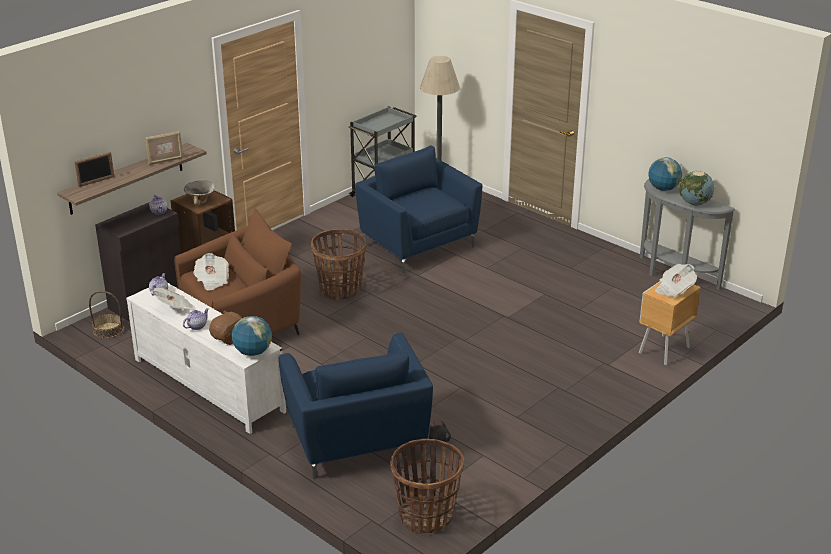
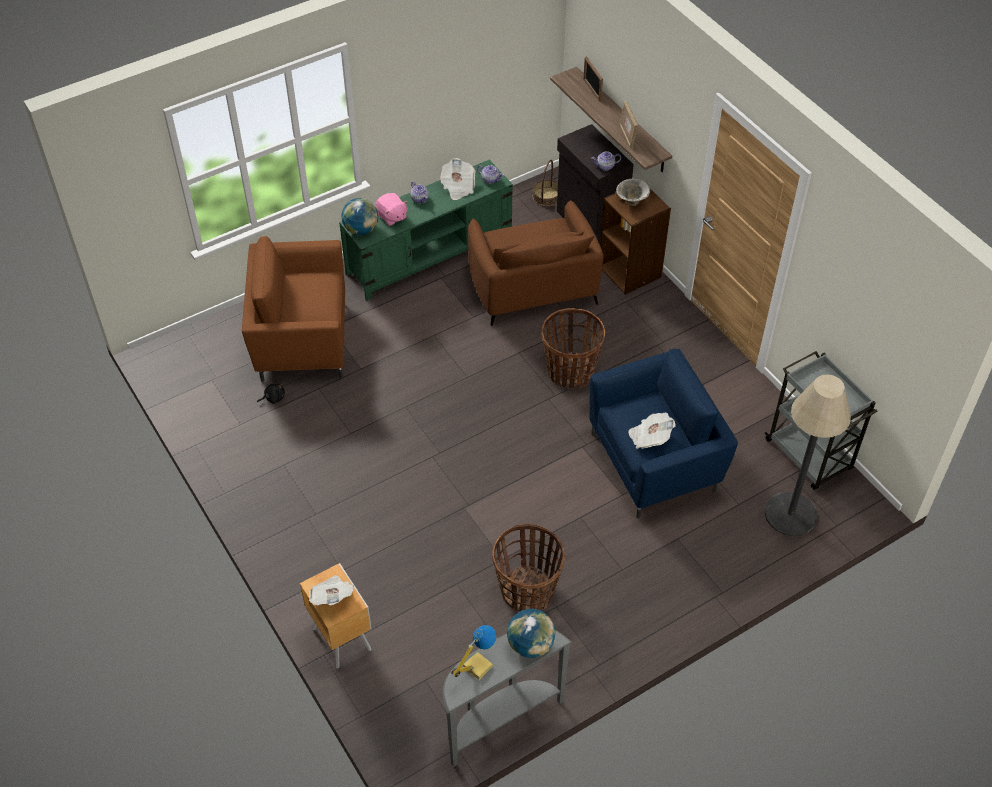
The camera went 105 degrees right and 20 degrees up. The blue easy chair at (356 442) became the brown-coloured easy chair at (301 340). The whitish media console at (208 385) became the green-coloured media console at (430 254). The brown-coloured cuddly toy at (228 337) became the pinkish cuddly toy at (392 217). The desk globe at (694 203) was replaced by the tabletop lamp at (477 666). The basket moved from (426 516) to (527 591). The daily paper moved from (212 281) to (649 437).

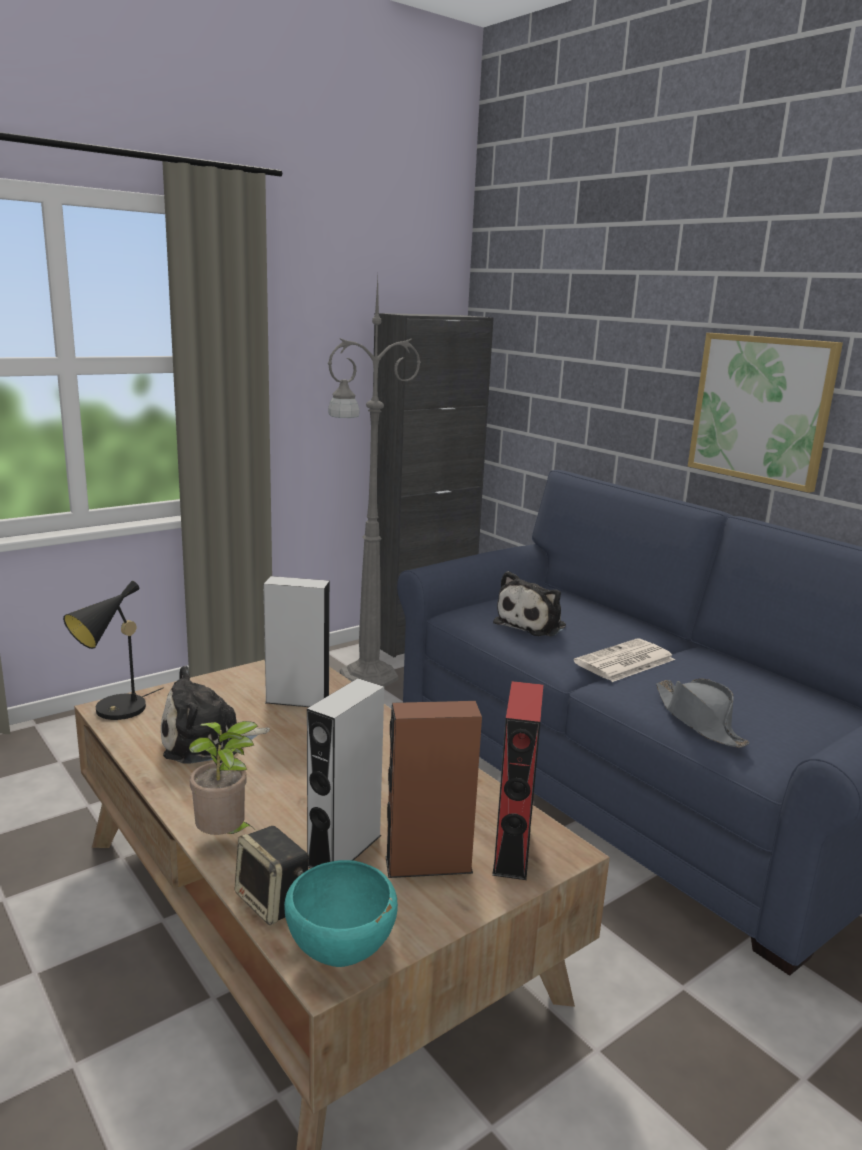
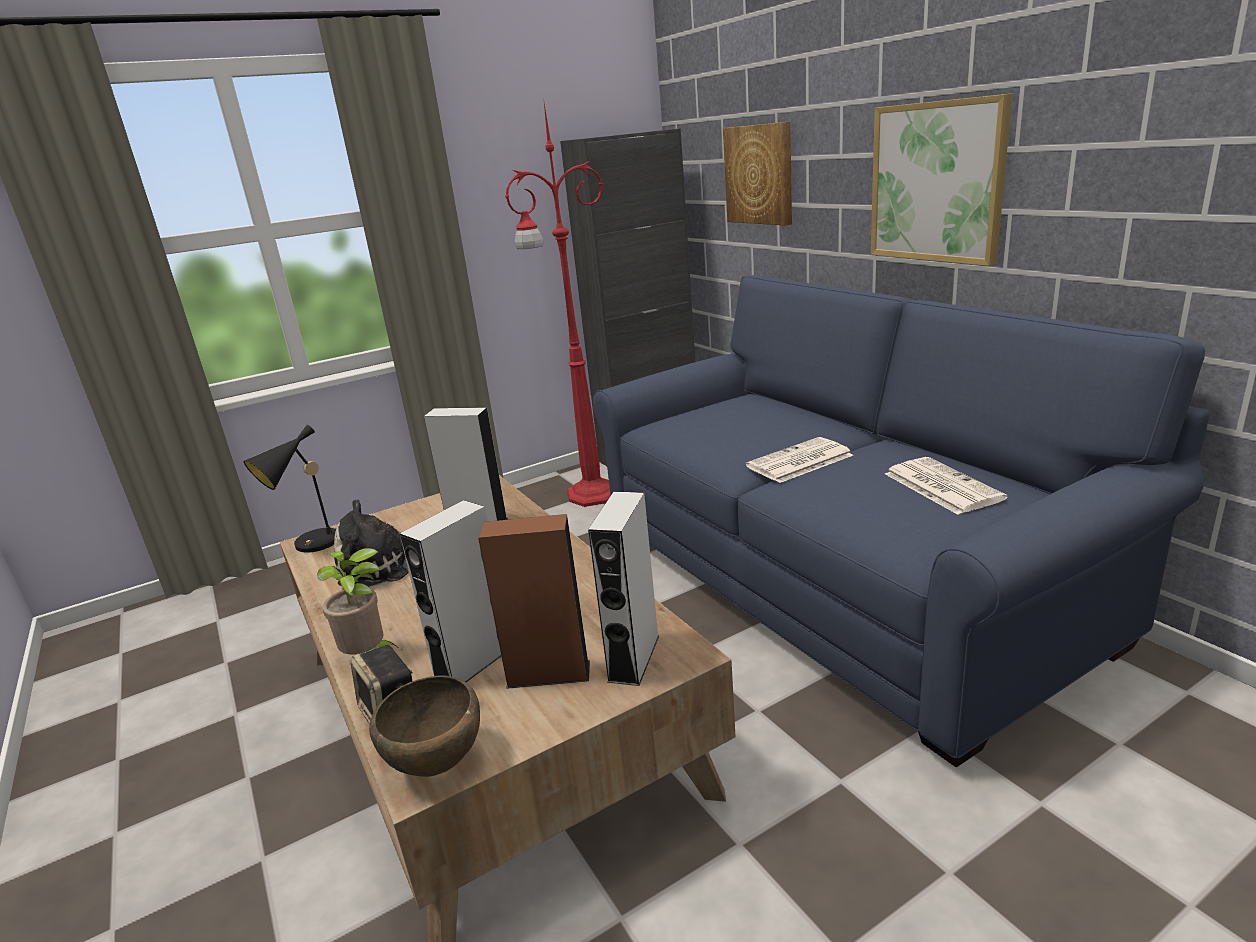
The camera went 10 degrees right and 5 degrees up. The turquoise bowl at (342 956) became the brown-coloured bowl at (438 765). The greyish standard lamp at (365 677) became the reddish standard lamp at (590 495). The reddish audio speaker at (512 851) became the greyish audio speaker at (634 658). The wall art at (760 174) appeared. The daily paper at (940 486) appeared. The cuddly toy at (533 624) disappeared. The greyish clothing hat at (699 721) disappeared.

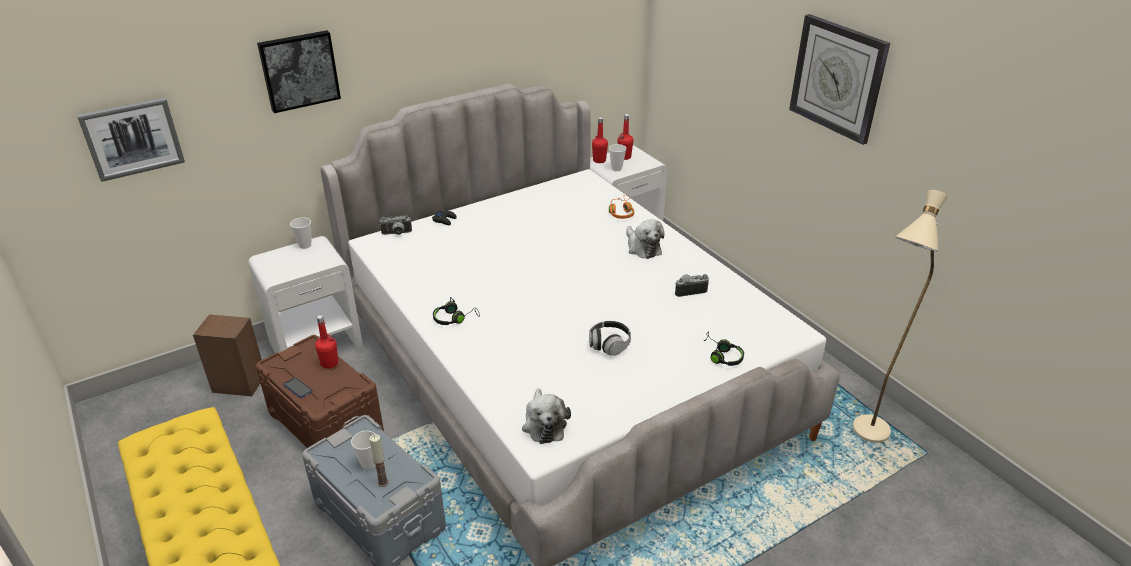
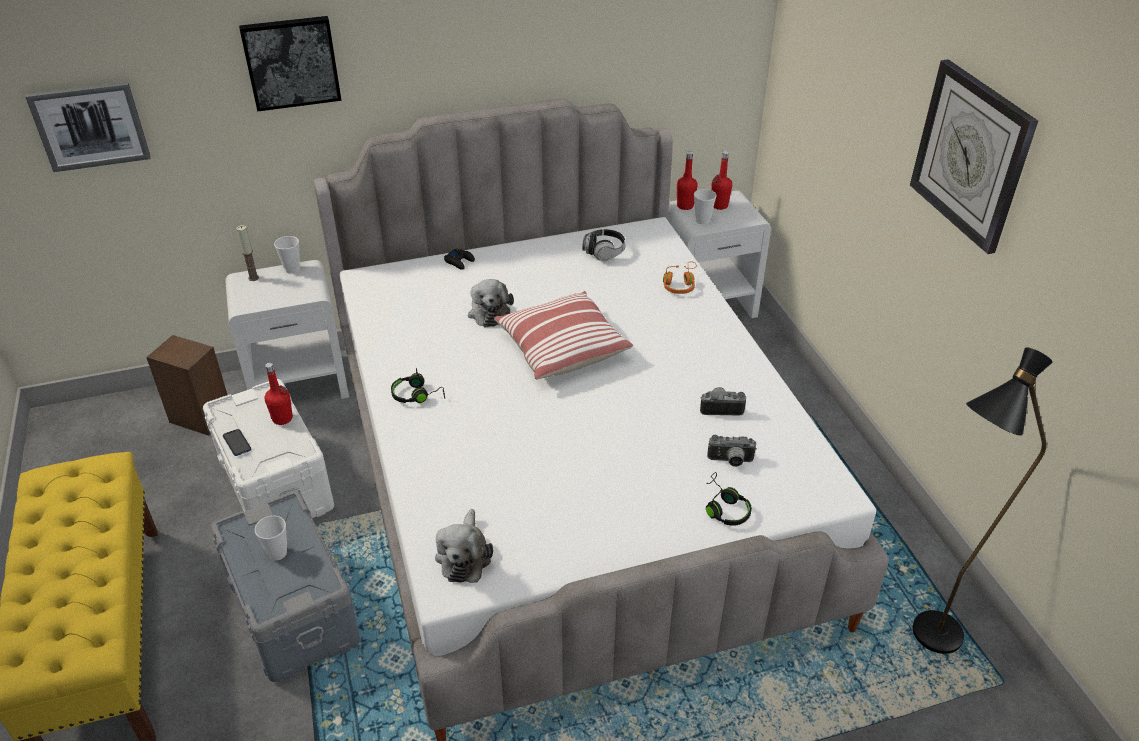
The camera went 15 degrees right and 5 degrees up. The brown-coloured storage bin at (324 422) became the whitish storage bin at (274 483). The wax light moved from (383 482) to (253 278). The cuddly toy moved from (642 247) to (489 311). The throw pillow at (561 348) appeared. The headset moved from (609 345) to (604 252). The photo camera moved from (397 234) to (730 462). The beige-coloured standard lamp at (866 438) became the black-coloured standard lamp at (926 644).

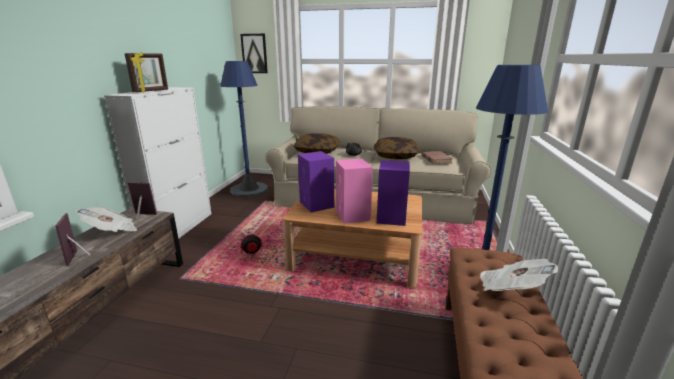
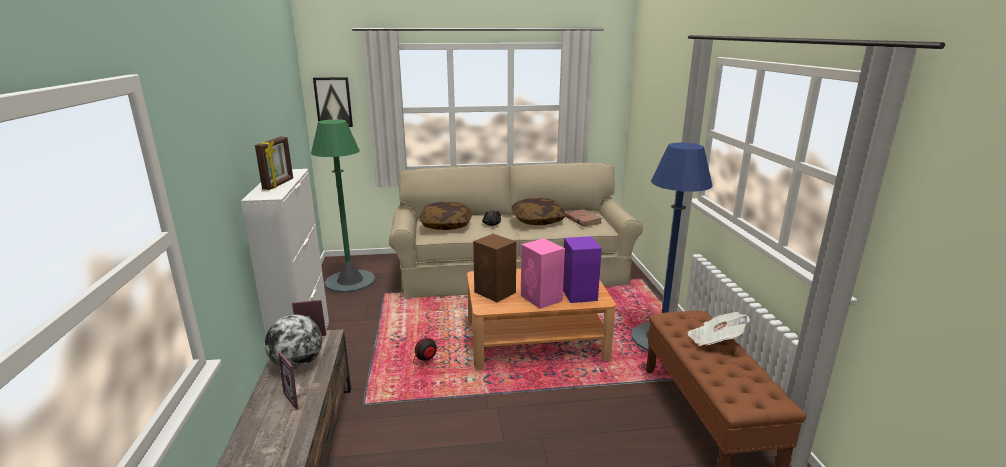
The camera went 20 degrees left and 0 degrees up. The daily paper at (112 231) was replaced by the desk globe at (297 364). The blue standard lamp at (249 189) became the green-coloured standard lamp at (350 282). The purple-coloured audio speaker at (317 205) became the brown-coloured audio speaker at (495 292).

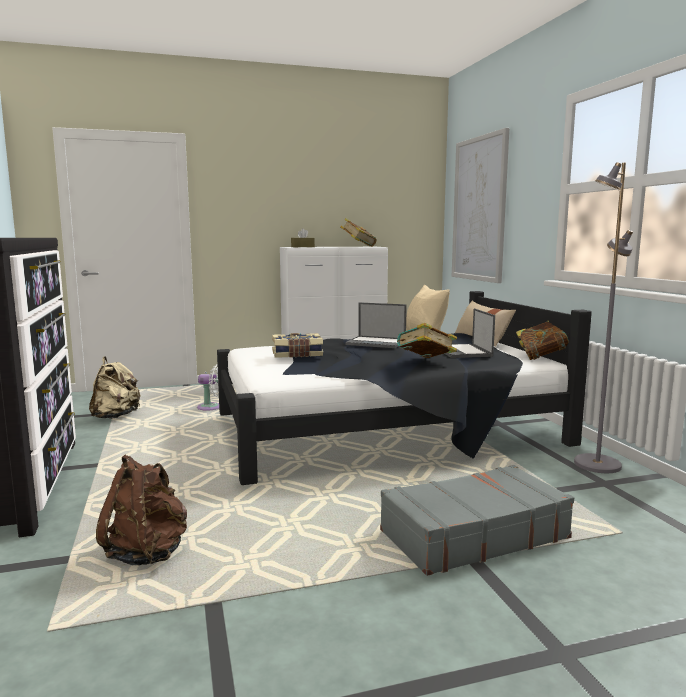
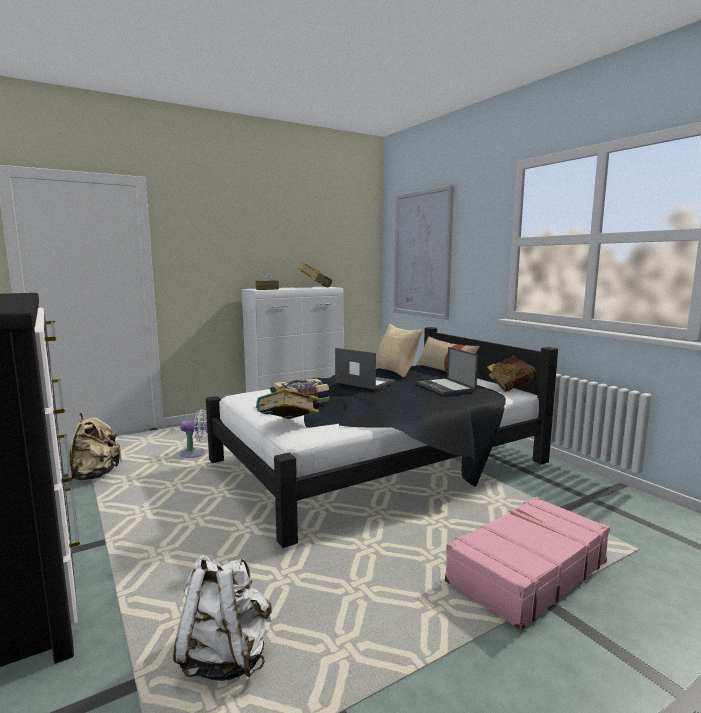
The camera went 15 degrees left and 0 degrees up. The brown-coloured rucksack at (147 553) became the whitish rucksack at (226 657). The volume moved from (425 362) to (287 425). The laptop at (377 343) turned 150 degrees counterclockwise. The greyish suitcase at (472 534) became the pinkish suitcase at (526 571). The greyish standard lamp at (596 464) disappeared.

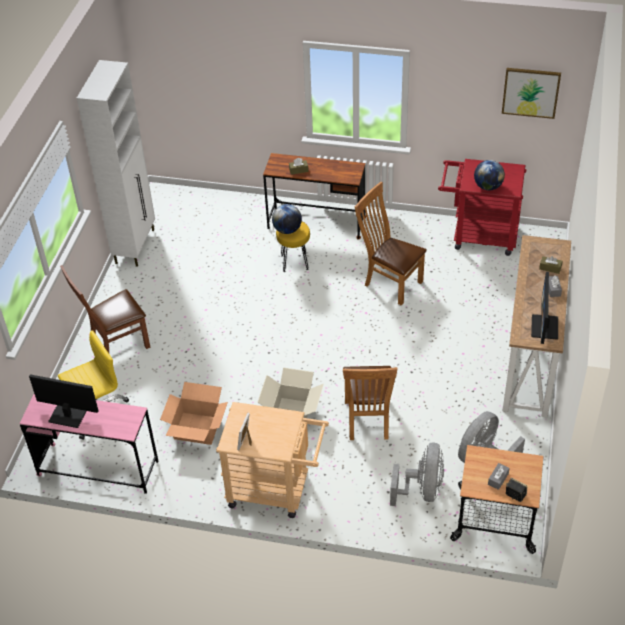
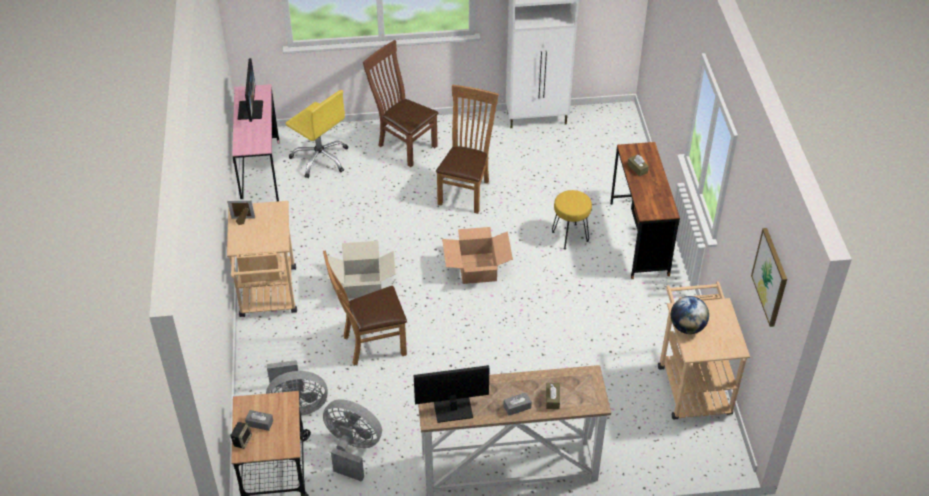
The camera went 70 degrees right and 0 degrees up. The brown-coloured upright chair moved from (390 283) to (466 191). The cardboard box moved from (197 429) to (477 268). The reddish trolley at (478 236) became the beige-coloured trolley at (692 383). The desk globe at (287 230) disappeared.

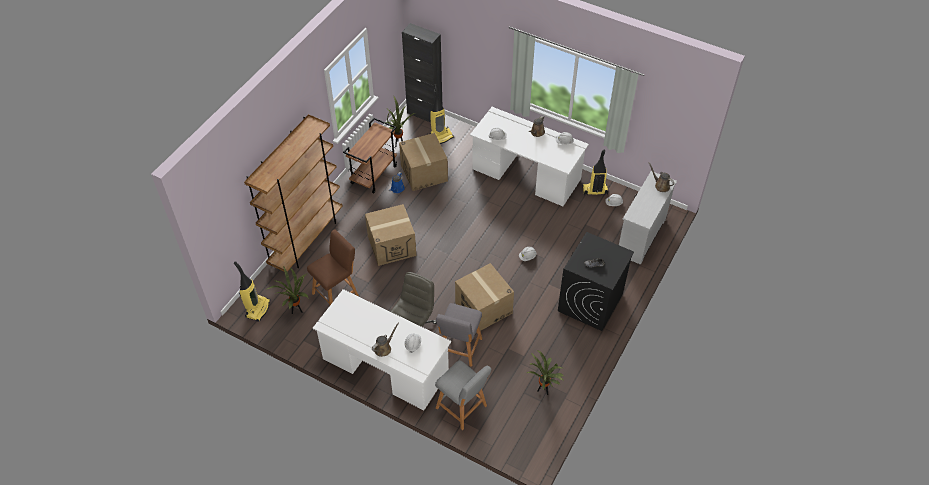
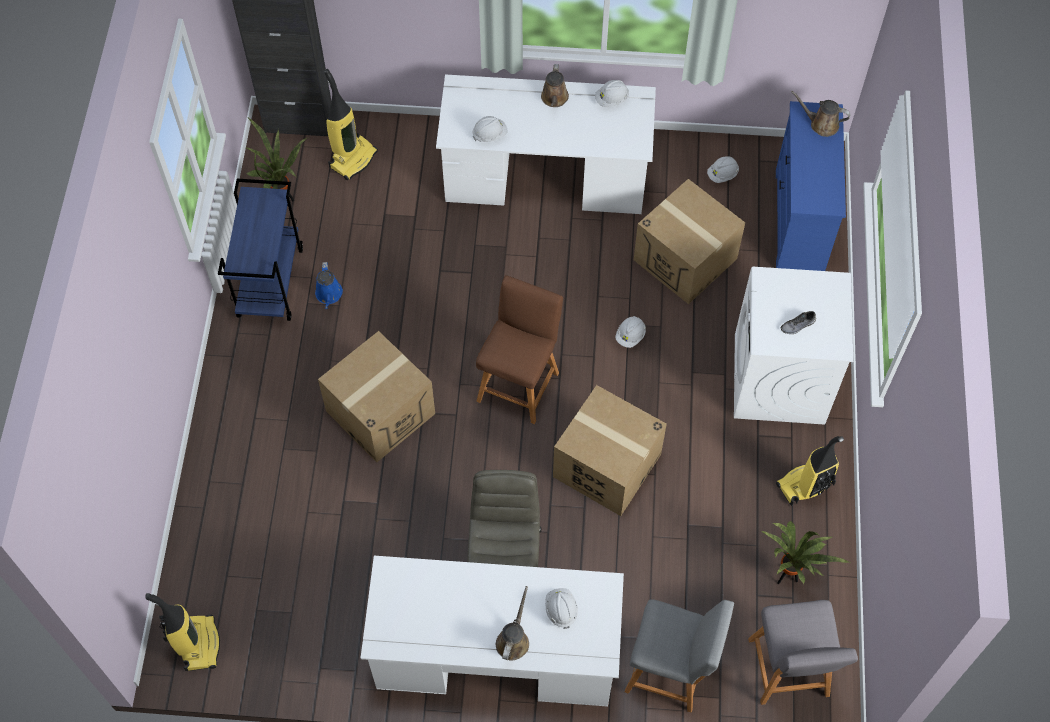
The camera went 25 degrees left and 10 degrees up. The brown-coloured trolley at (374 174) became the blue trolley at (270 281). The brown-coloured stool moved from (337 293) to (519 383). The cardboard box moved from (424 173) to (685 259). The black-coloured washing machine at (590 303) became the whitish washing machine at (779 379). The greyish stool moved from (459 349) to (789 672). The whitish drawer chest at (641 237) became the blue drawer chest at (799 221). The vacuum cleaner moved from (594 191) to (805 486). The brown-coloured bookcase at (306 240) disappeared. The plant in a pot at (296 310) disappeared.

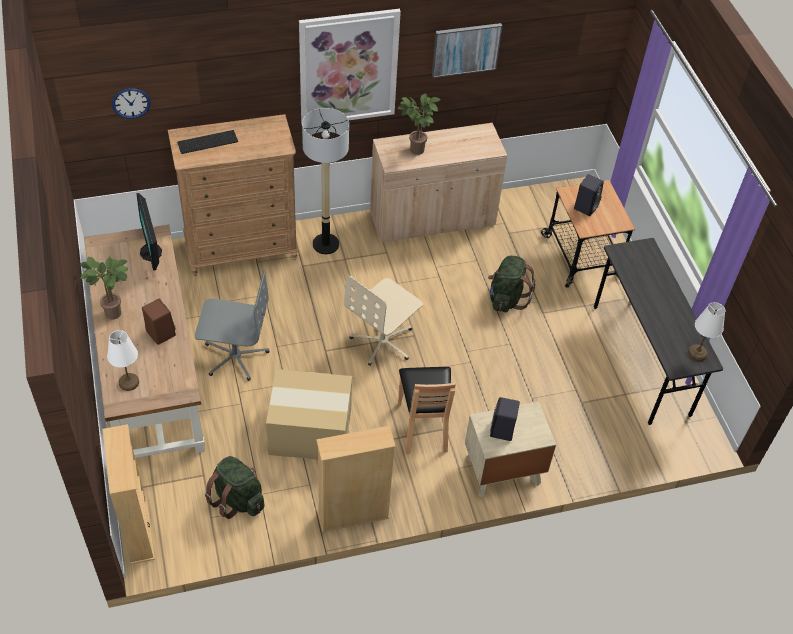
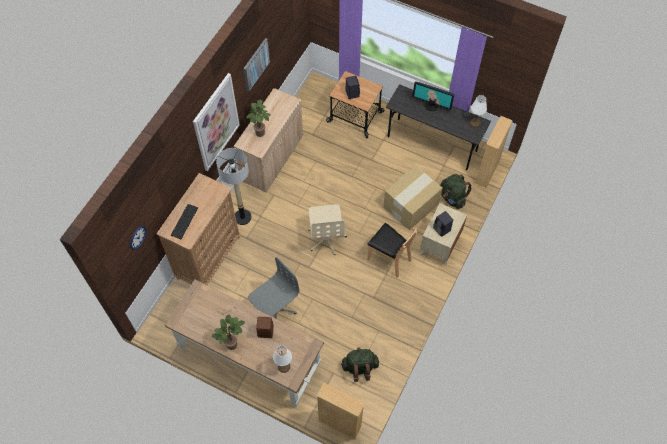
The camera went 45 degrees left and 10 degrees up. The cardboard box moved from (309 430) to (410 206). The computer screen moved from (151 252) to (431 106). The green-coloured rucksack moved from (506 298) to (452 198). The beige-coloured bookcase moved from (353 515) to (487 173).

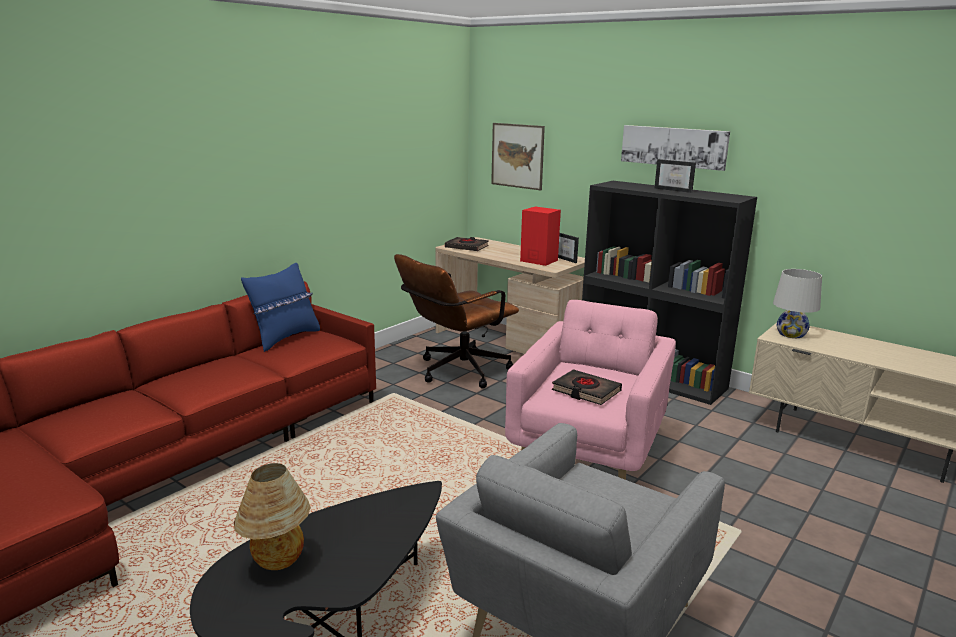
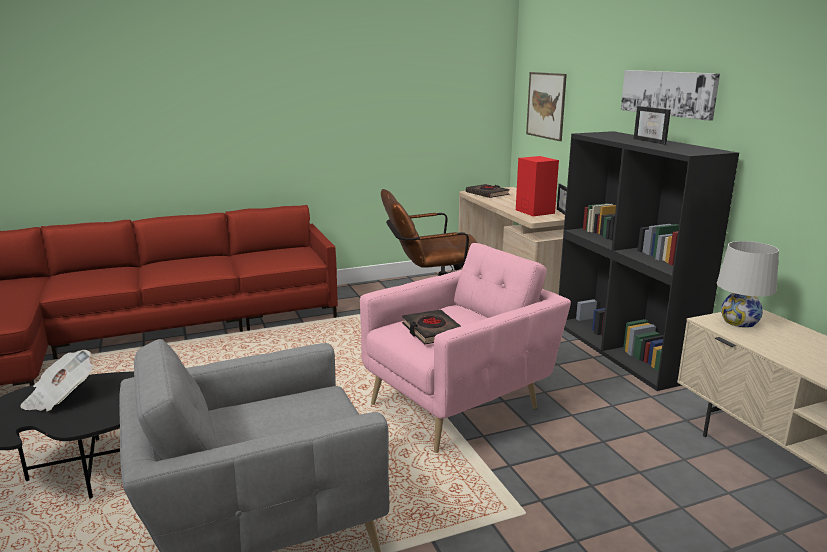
The camera went 30 degrees right and 0 degrees up. The tabletop lamp at (277 565) was replaced by the daily paper at (60 397). The blue throw pillow at (285 338) disappeared.

